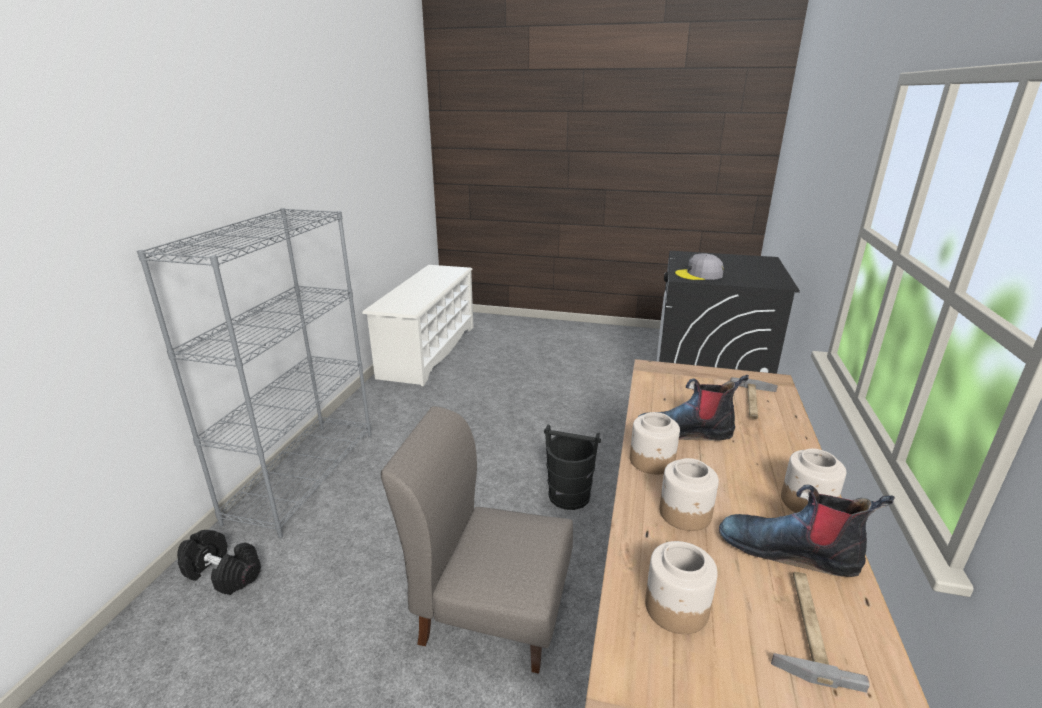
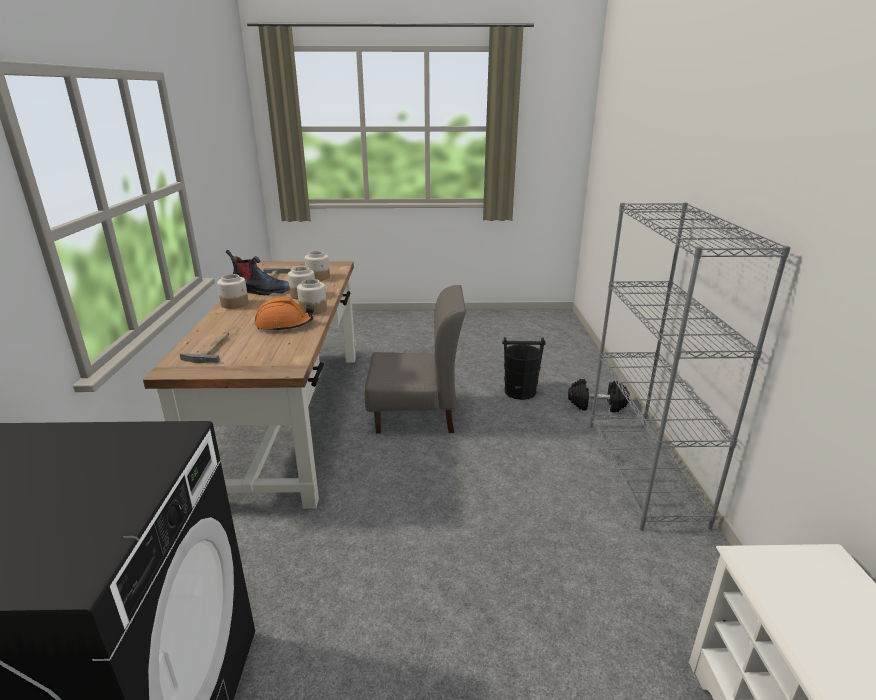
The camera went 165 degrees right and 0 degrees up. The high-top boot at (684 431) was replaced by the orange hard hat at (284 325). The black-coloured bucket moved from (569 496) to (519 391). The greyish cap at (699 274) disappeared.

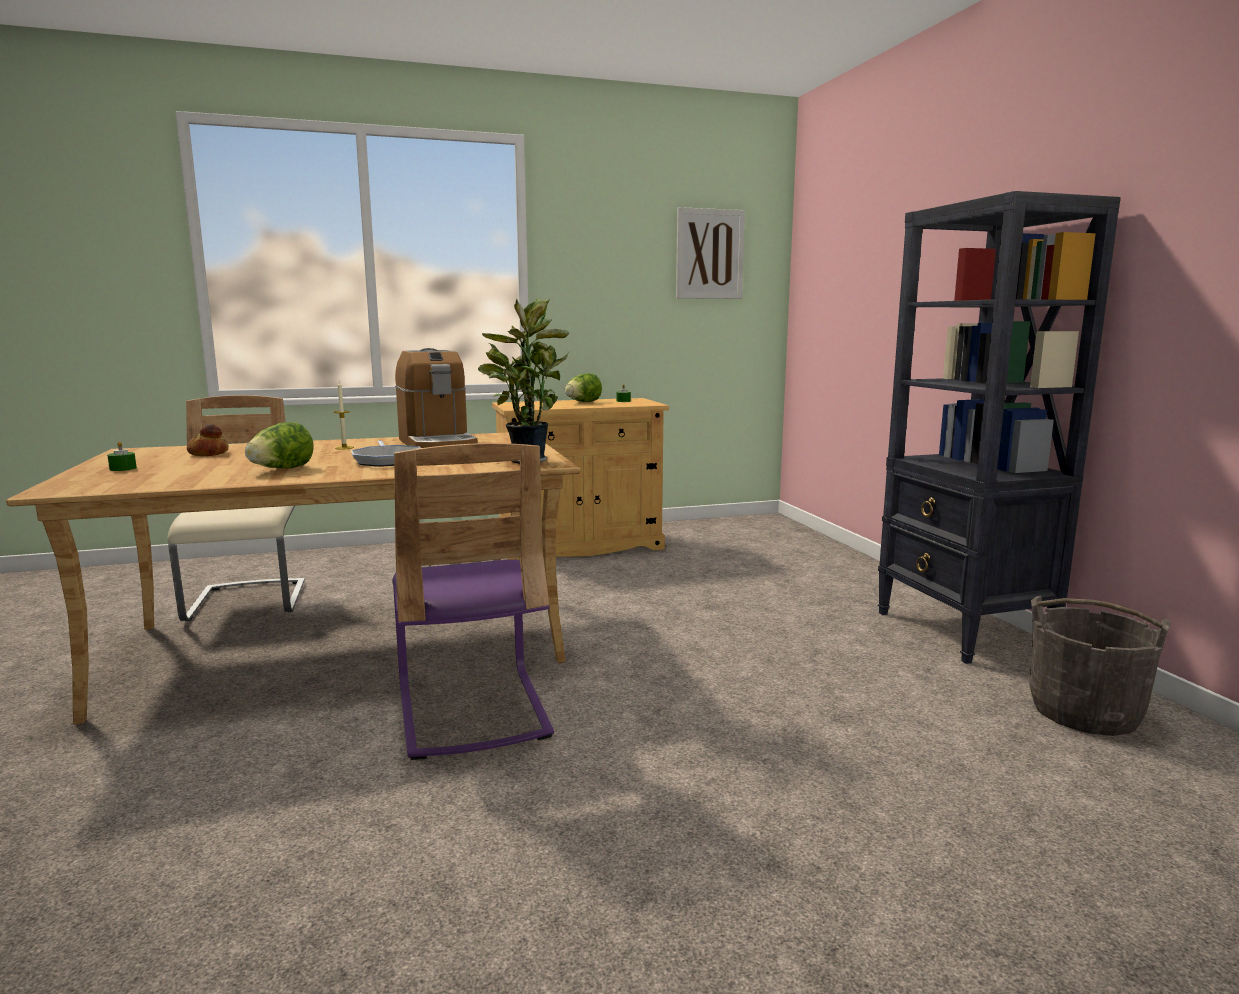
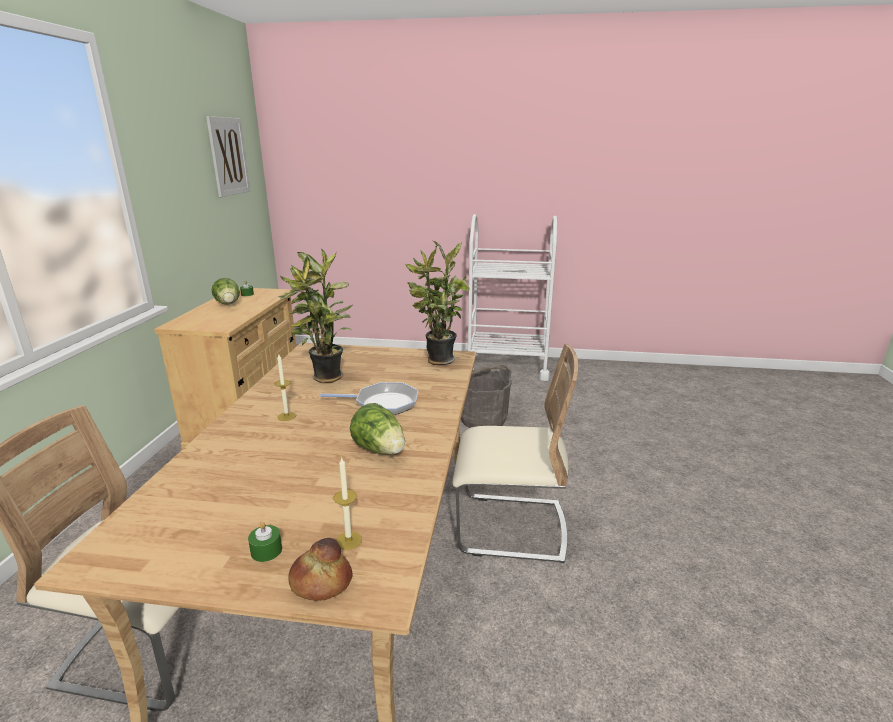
The camera went 65 degrees left and 10 degrees up. The coffee machine at (437 445) was replaced by the plant in a pot at (326 379). The bakery bread moved from (209 453) to (321 582). The wax light at (349 540) appeared. The purple-coloured upright chair at (471 711) became the beige-coloured upright chair at (510 527). The greyish bucket moved from (1084 712) to (482 419). The black-coloured bookcase at (963 631) was replaced by the whitish trolley at (507 366).

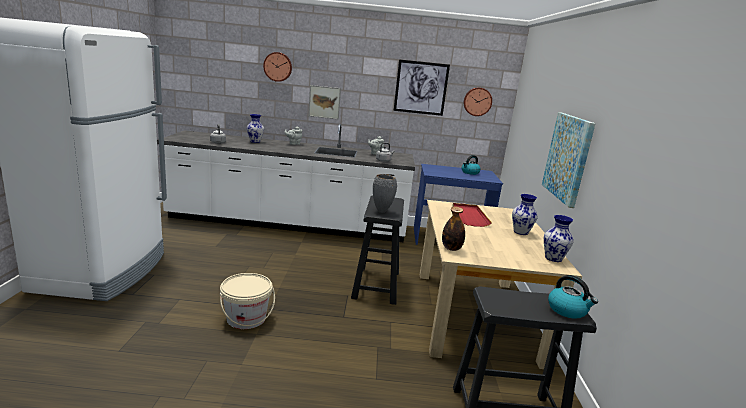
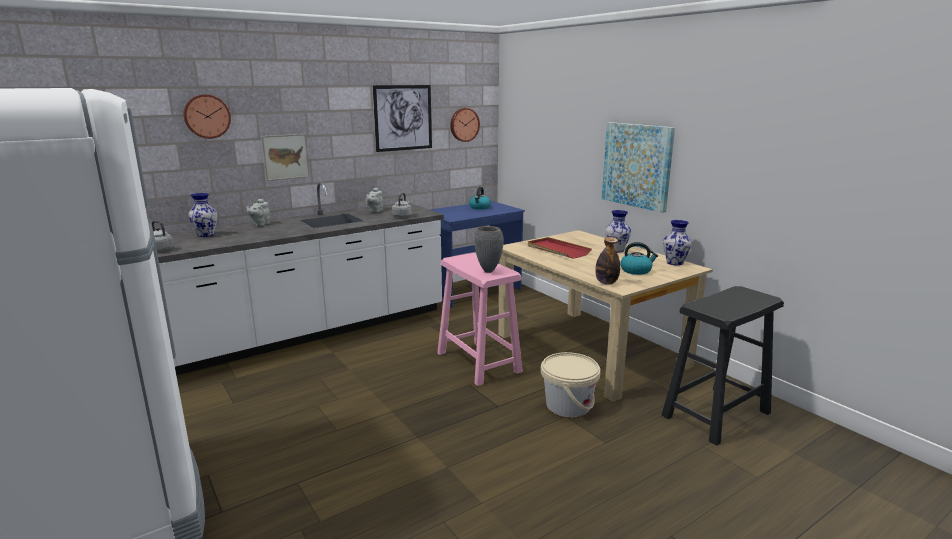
The camera went 35 degrees left and 0 degrees up. The black-coloured stool at (376 285) became the pinkish stool at (478 362). The beige-coloured bucket moved from (246 318) to (568 405). The kettle moved from (567 310) to (636 270).

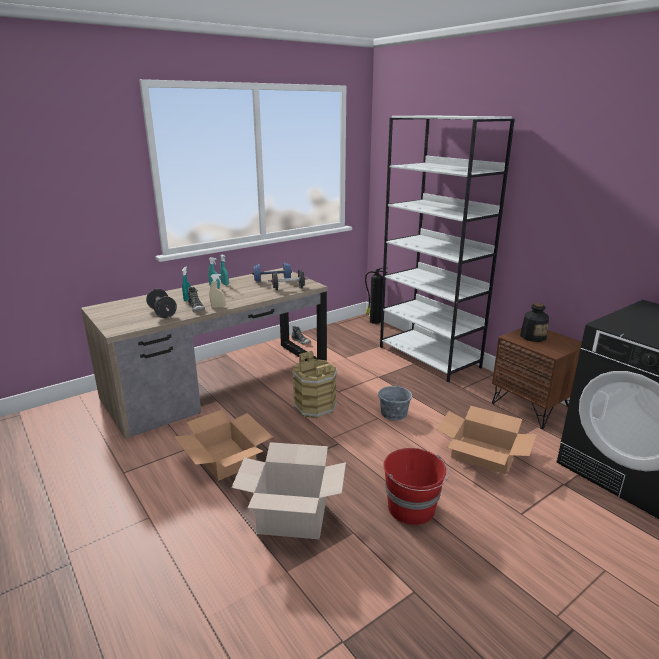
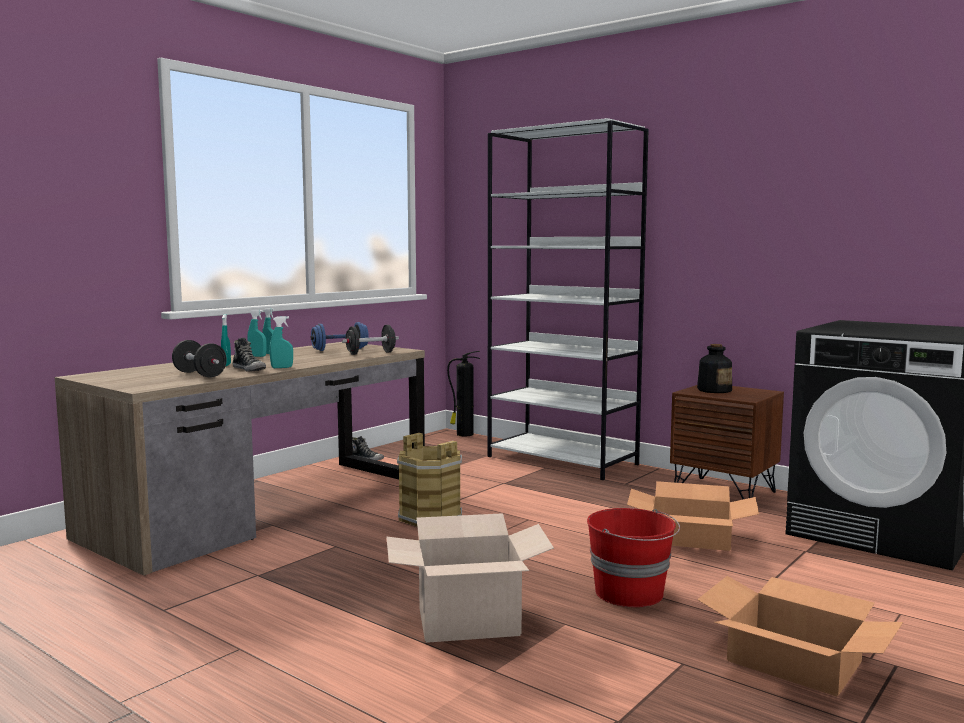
The camera went 15 degrees left and 15 degrees down. The beige-coloured spray bottle at (218 307) became the turquoise spray bottle at (282 367). The cardboard box moved from (225 458) to (794 661). The greyish bucket at (394 413) disappeared.

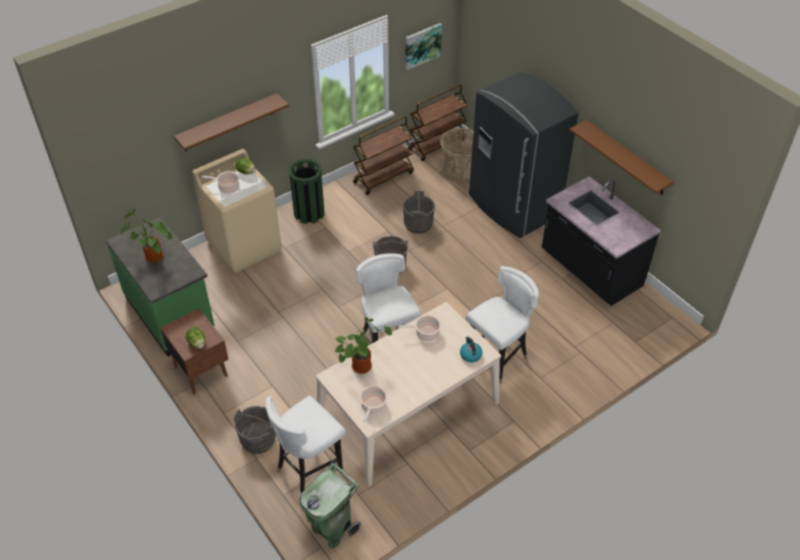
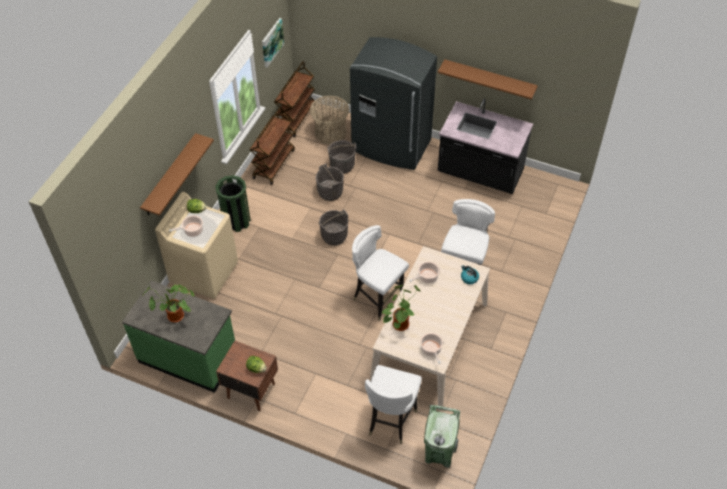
The camera went 30 degrees left and 5 degrees up. The greyish bucket moved from (258 440) to (342 165).

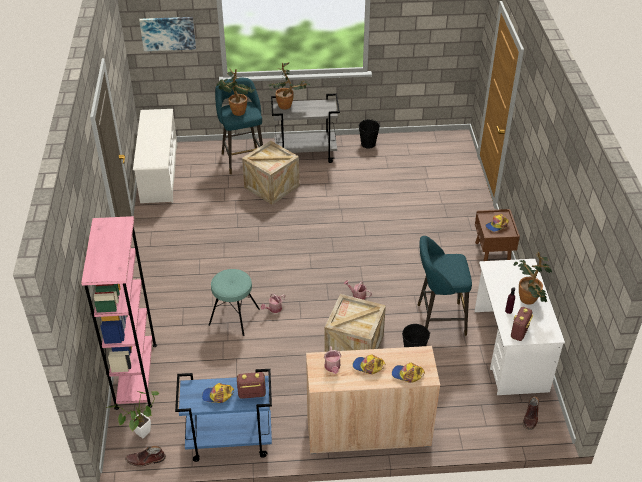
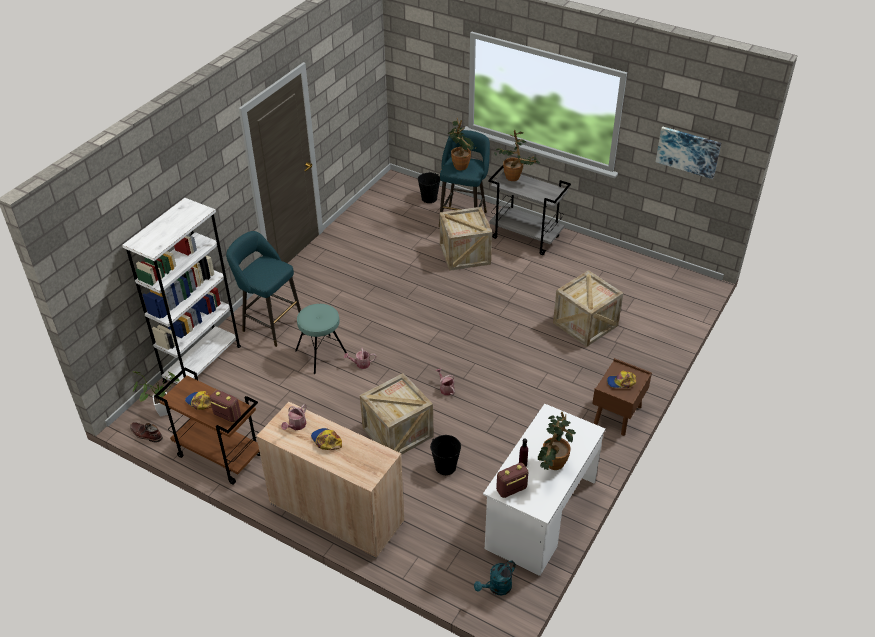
The camera went 35 degrees right and 0 degrees up. The pinkish bookcase at (136 375) became the whitish bookcase at (202 363). The blue trolley at (229 441) became the brown-coloured trolley at (218 456). The turquoise stool moved from (438 319) to (270 324). The black-coloured bucket moved from (368 144) to (429 198). The brown-coloured high-top boot at (531 417) was replaced by the turquoise sprinkling can at (497 588). The crate at (585 324) appeared. The wall art moved from (168 33) to (688 151). The whitish shoe stand at (159 173) disappeared. The cap at (407 375) disappeared.

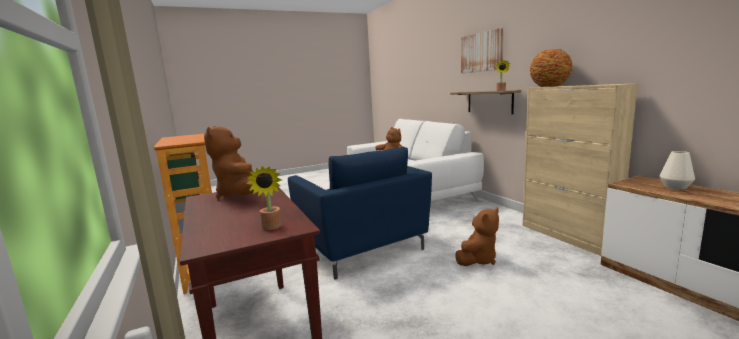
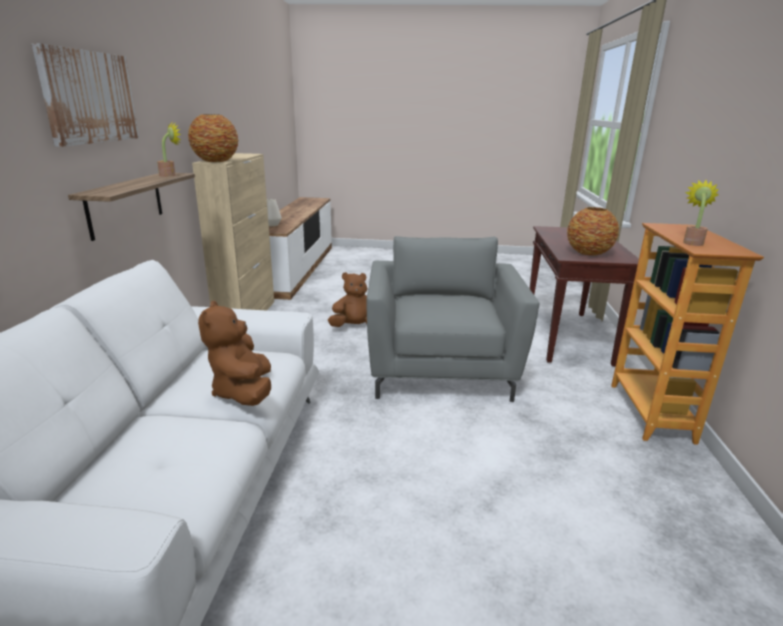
The camera went 150 degrees left and 10 degrees up. The blue easy chair at (363 249) became the greyish easy chair at (441 372). The brown-coloured cuddly toy at (240 195) was replaced by the flower vase at (589 253). The plant in a pot moved from (271 228) to (692 242).

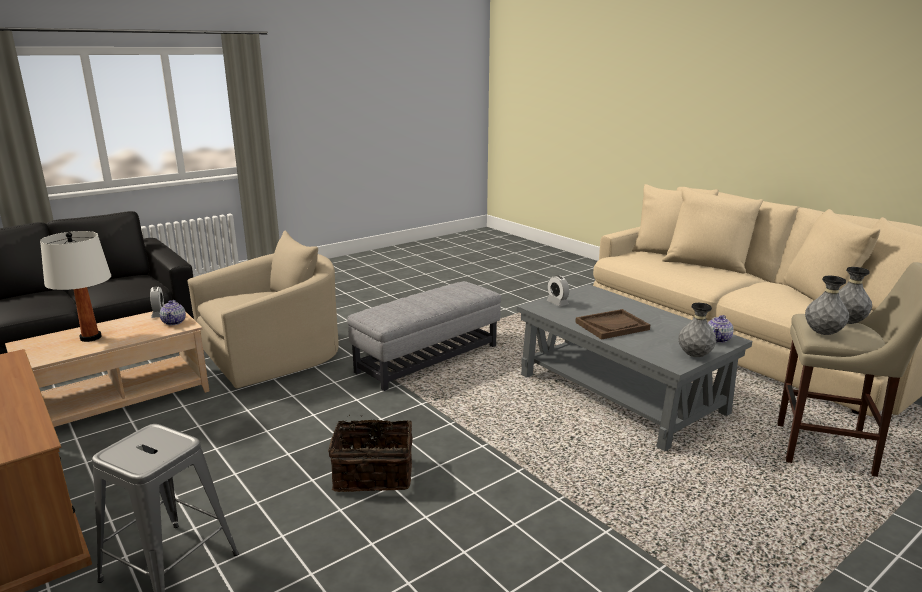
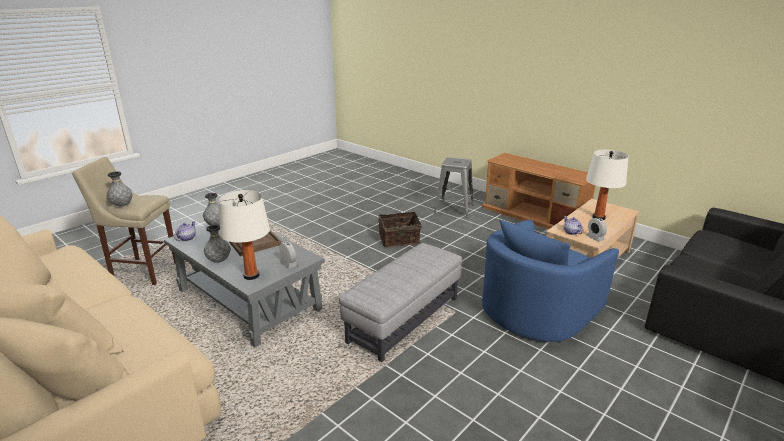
The camera went 170 degrees right and 5 degrees up. The greyish flower vase moved from (822 333) to (219 261). The whitish tabletop lamp at (251 275) appeared. The beige-coloured easy chair at (273 356) became the blue easy chair at (537 309).

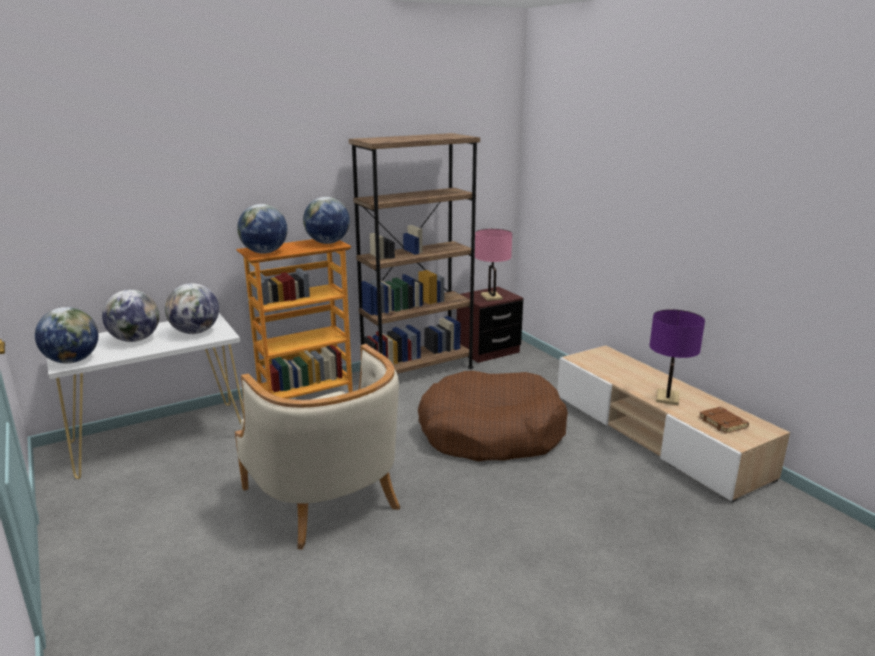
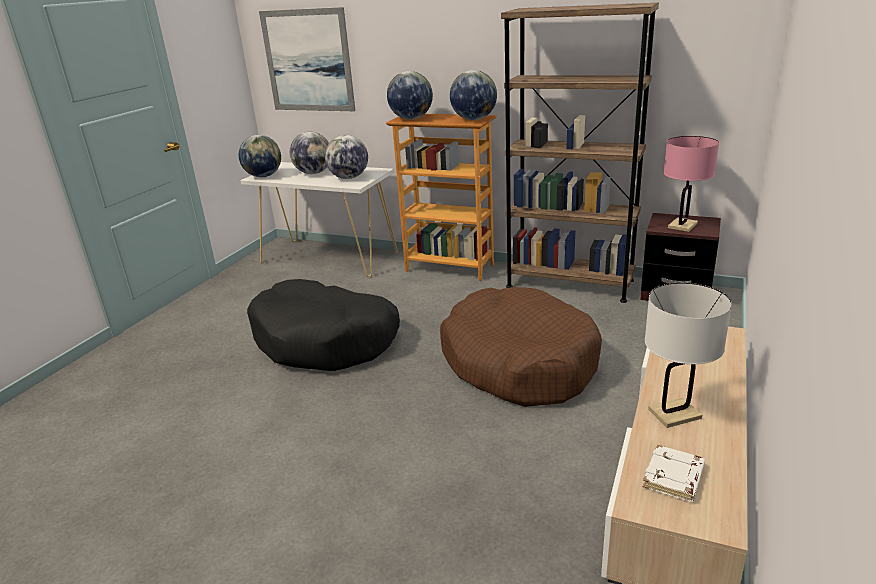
The camera went 55 degrees right and 5 degrees up. The beige-coloured easy chair at (325 498) was replaced by the black-coloured dog cushion at (326 340). The wall art at (308 61) appeared. The brown-coloured volume at (723 423) became the whitish volume at (674 478). The purple-coloured tabletop lamp at (667 397) became the whitish tabletop lamp at (674 414).

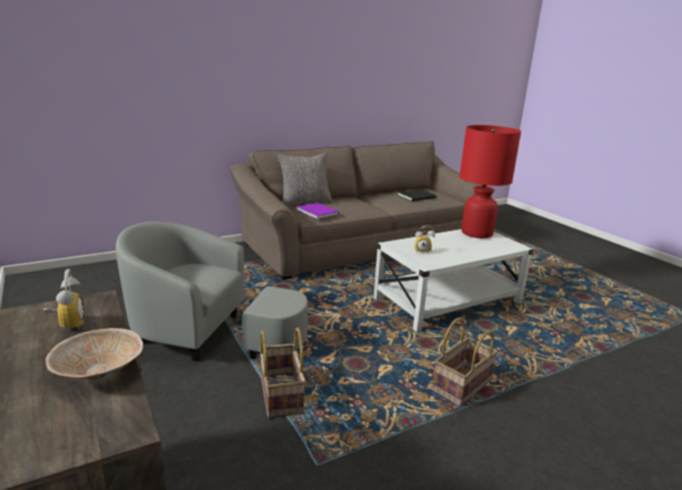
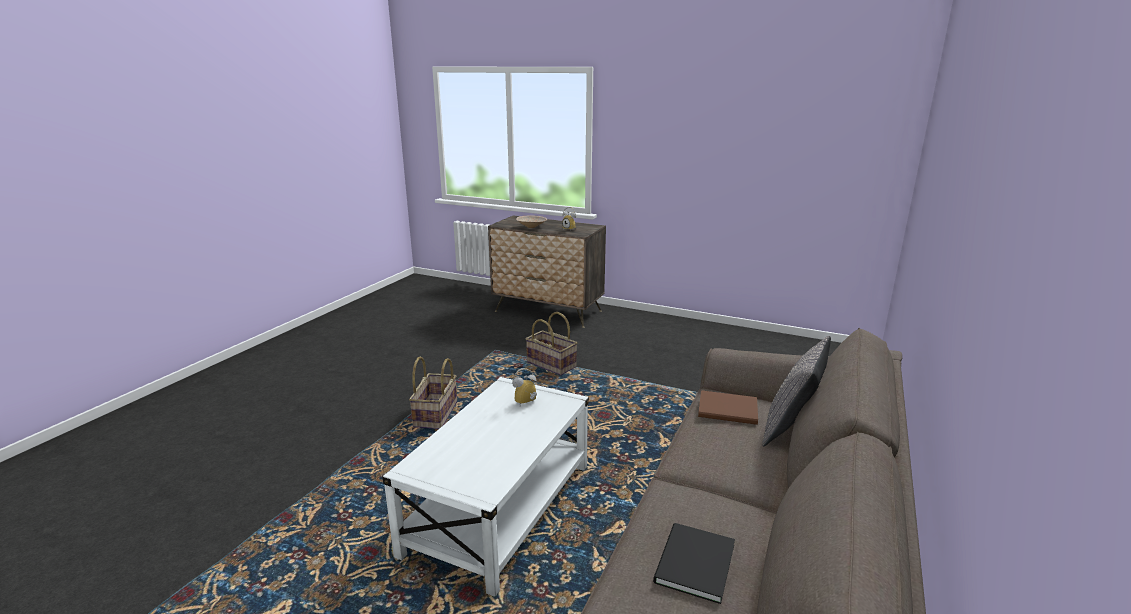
The camera went 145 degrees right and 0 degrees up. The purple-coloured volume at (317 212) became the brown-coloured volume at (729 410). The greyish easy chair at (207 335) disappeared. The reddish tabletop lamp at (477 233) disappeared.

